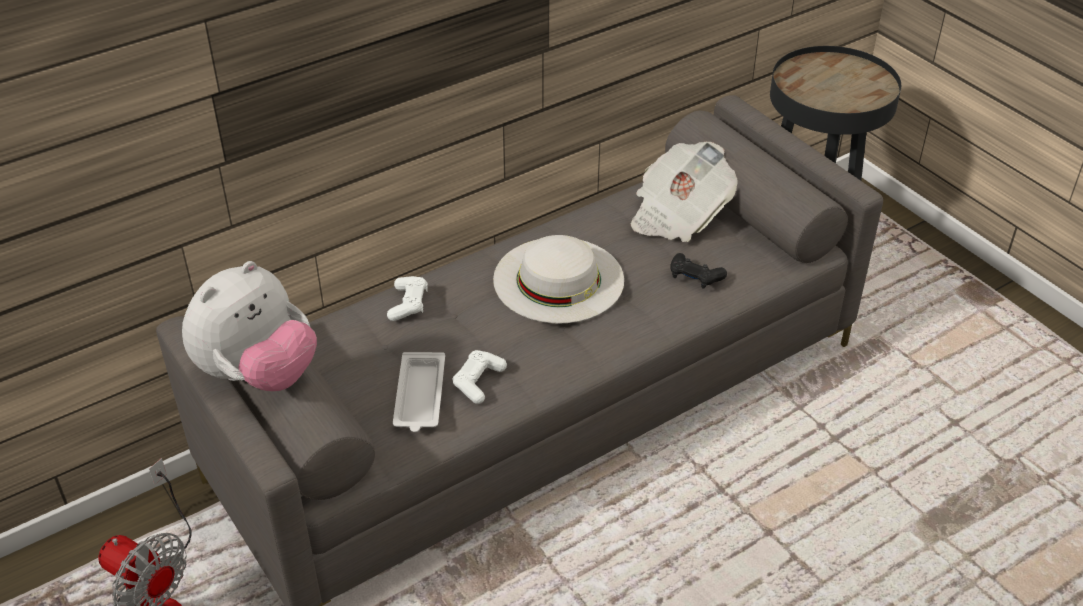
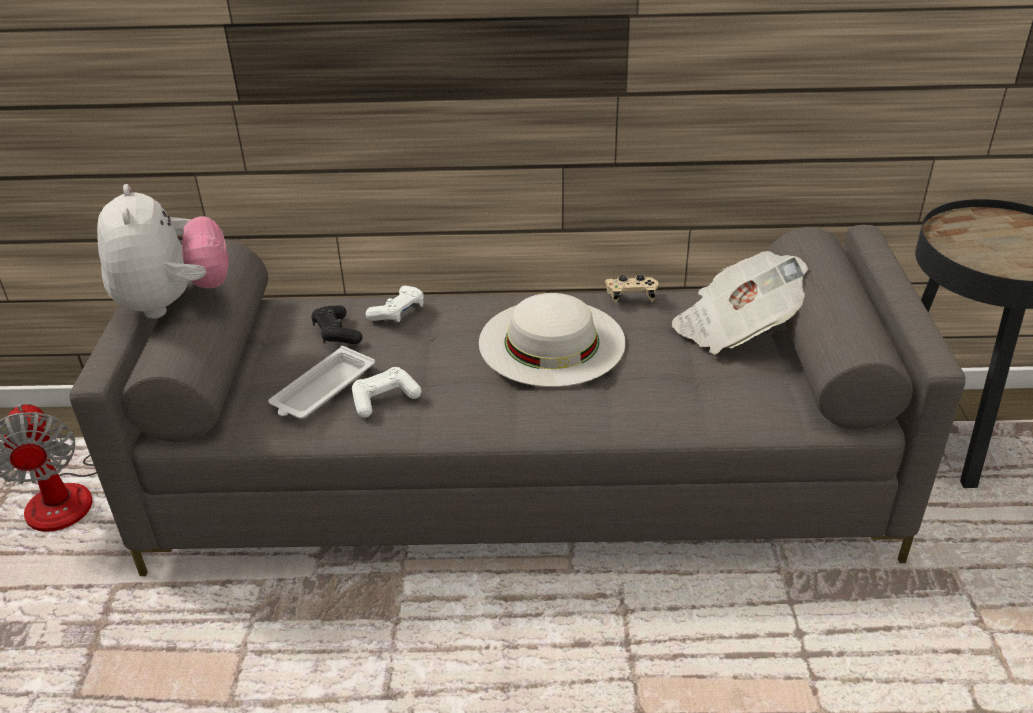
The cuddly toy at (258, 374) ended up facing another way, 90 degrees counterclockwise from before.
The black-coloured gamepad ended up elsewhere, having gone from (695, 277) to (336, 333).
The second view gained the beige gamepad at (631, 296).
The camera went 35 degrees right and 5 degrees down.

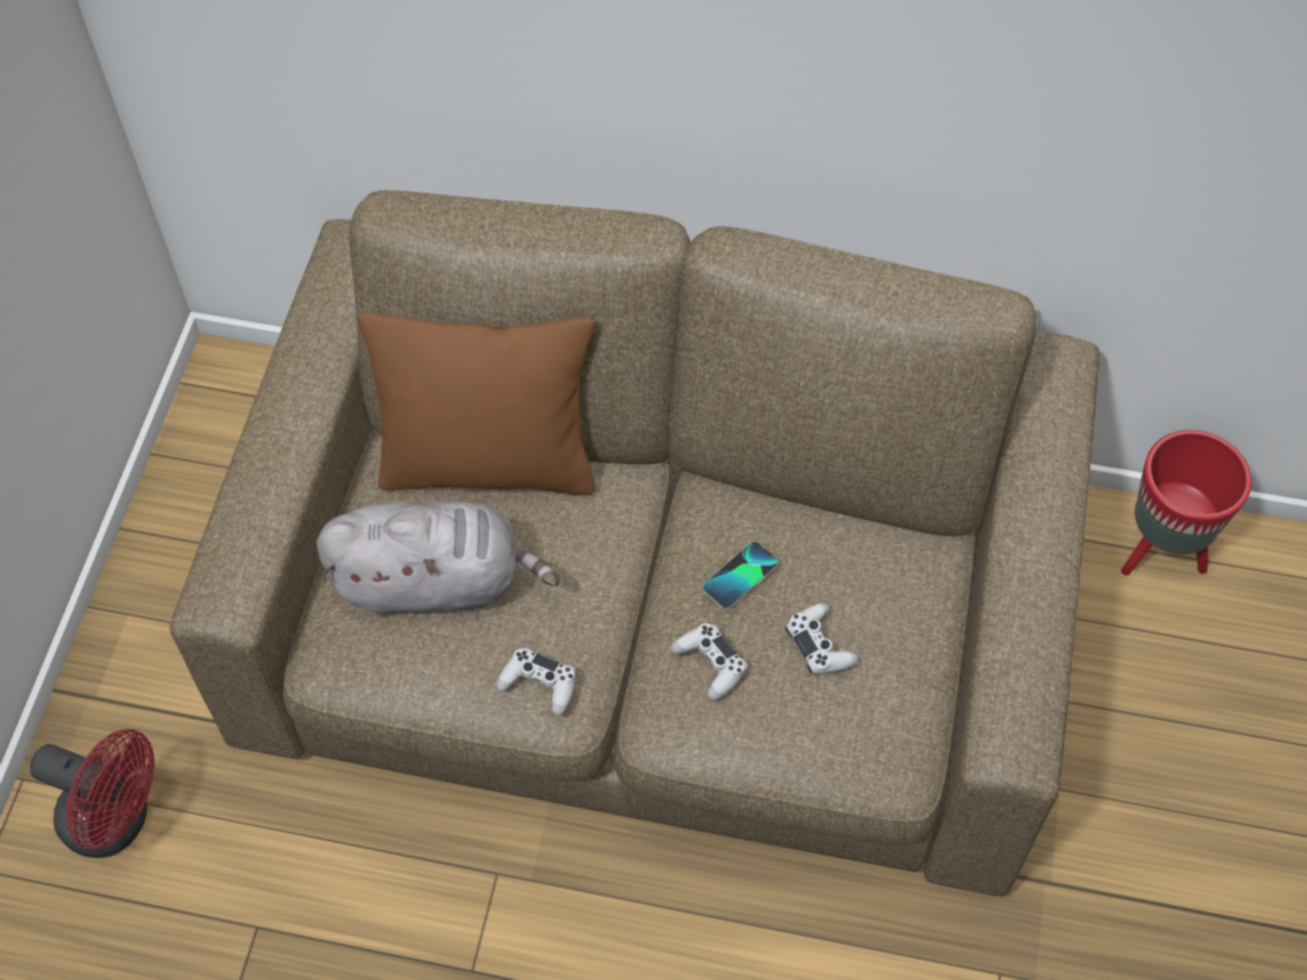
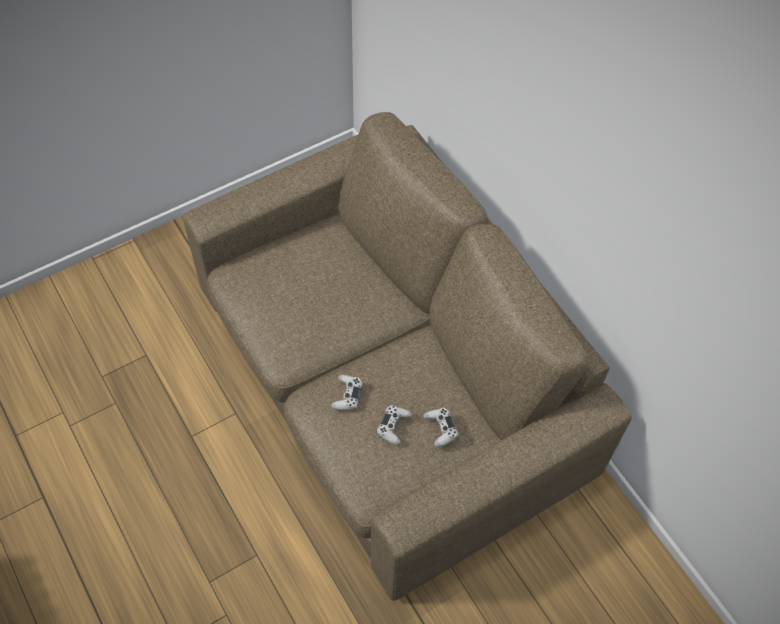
The second view lost the reddish electric fan at (118, 821).
The second view lost the gray cuddly toy at (436, 581).
The second view lost the brown throw pillow at (489, 464).
The white-coloured gamepad ended up elsewhere, having gone from (539, 685) to (440, 428).
The second view lost the telephone at (740, 576).
The second view lost the reddish planter at (1160, 551).
The camera went 45 degrees right and 0 degrees up.

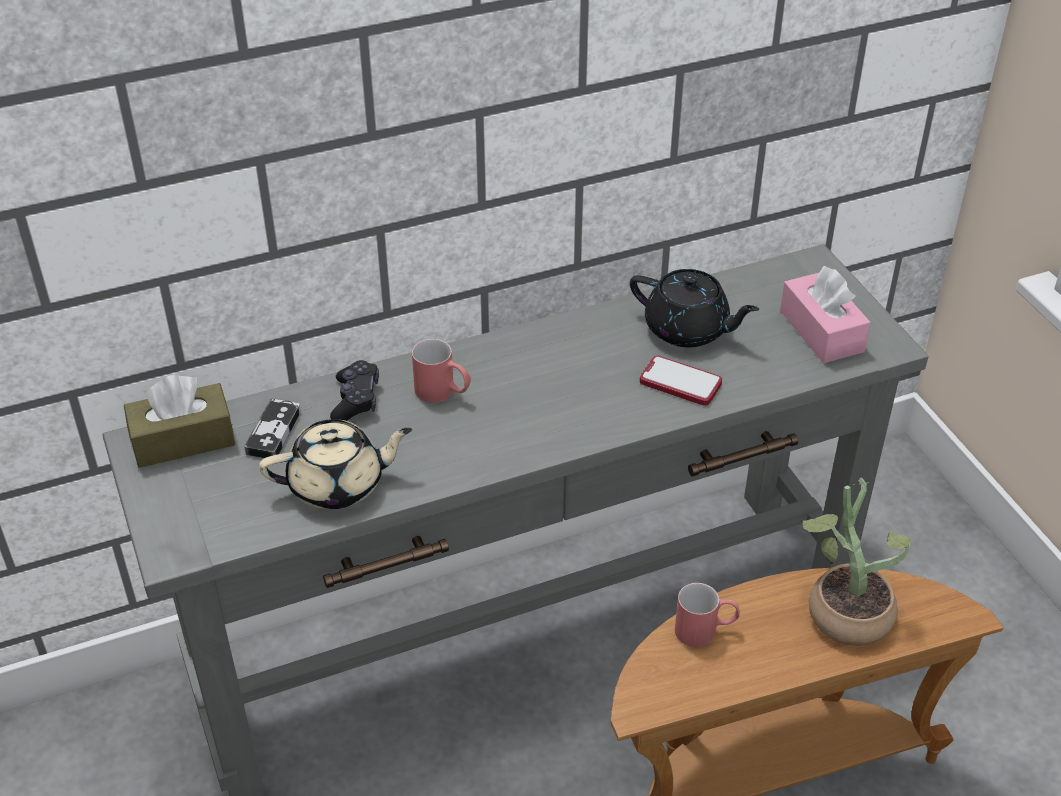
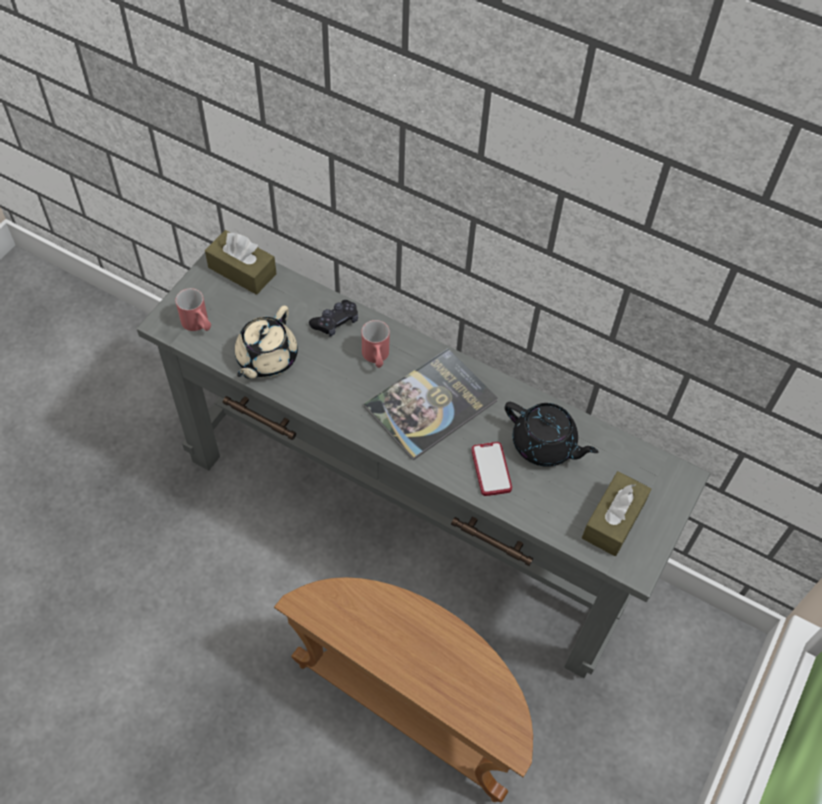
The second view lost the gamepad at (273, 432).
The beige teapot at (338, 485) ended up facing another way, 75 degrees clockwise from before.
The black-coloured teapot at (688, 329) ended up facing another way, 45 degrees counterclockwise from before.
The reddish mug ended up elsewhere, having gone from (705, 631) to (198, 325).
What was the pinkish tissue box at (821, 331) turned into the brown tissue box at (613, 520).
The second view lost the potted plant at (843, 608).
The second view gained the volume at (431, 404).
The camera went 50 degrees right and 15 degrees up.

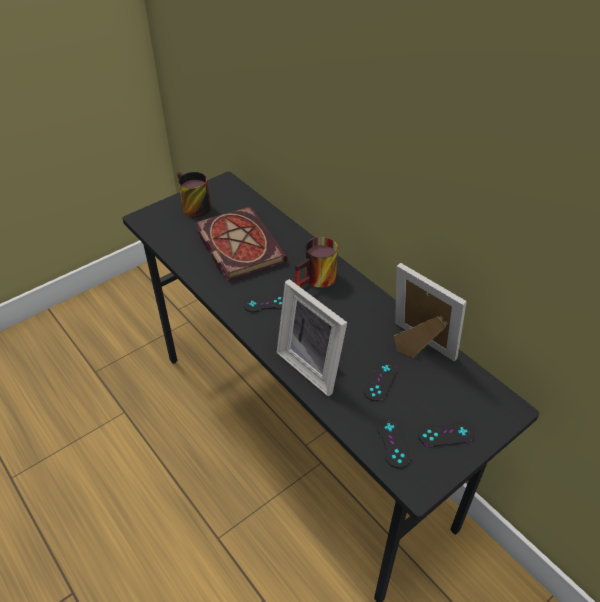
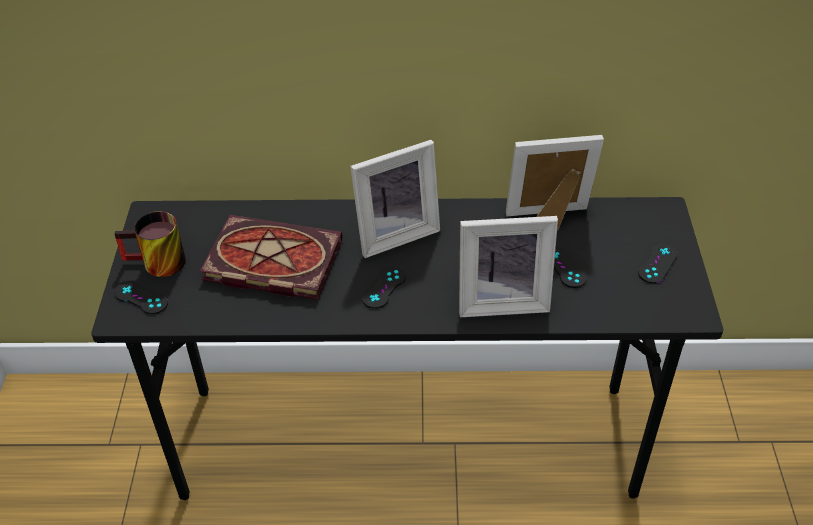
Where the mug stood at (318, 281), the picture frame came to stand at (394, 233).
The black-coloured gamepad ended up elsewhere, having gone from (393, 442) to (141, 298).
The camera went 50 degrees left and 0 degrees up.

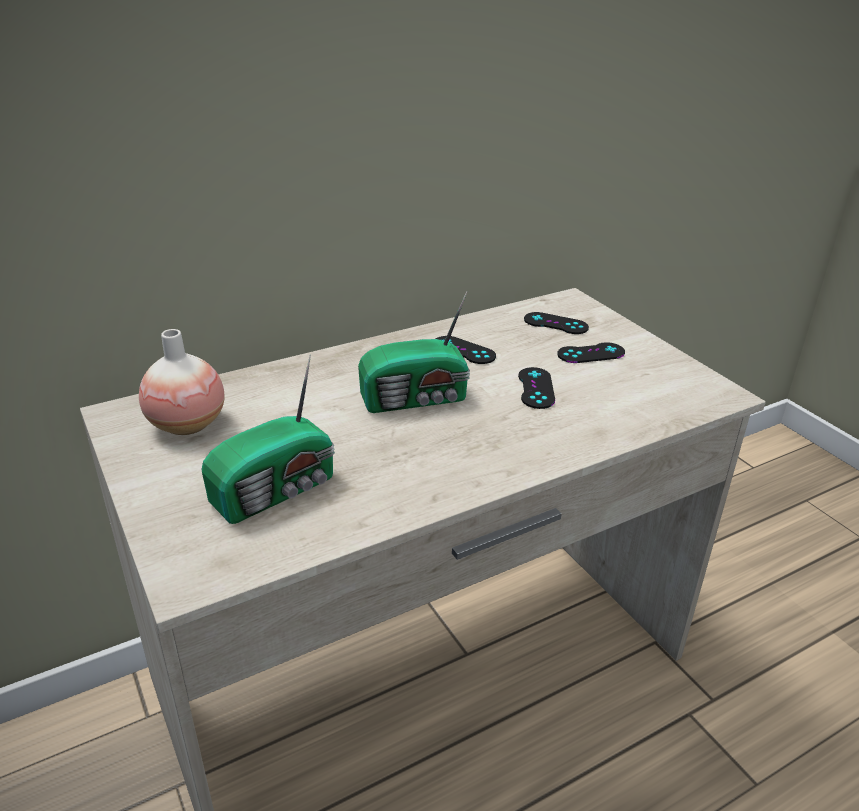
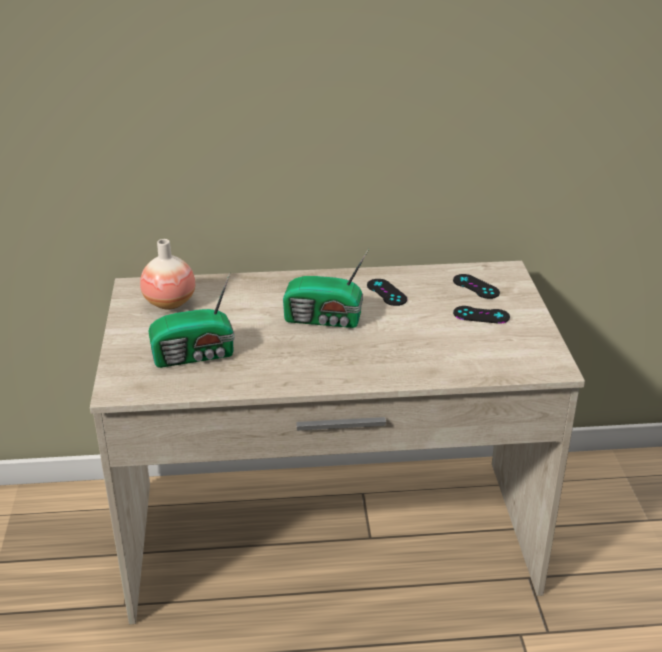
The second view lost the black-coloured gamepad at (536, 388).
The camera went 25 degrees right and 0 degrees up.

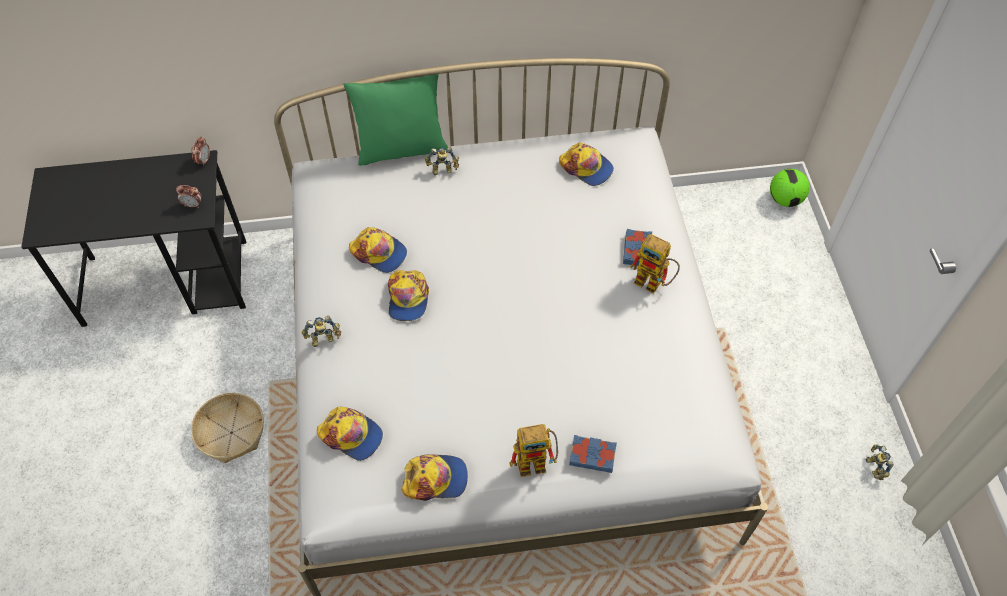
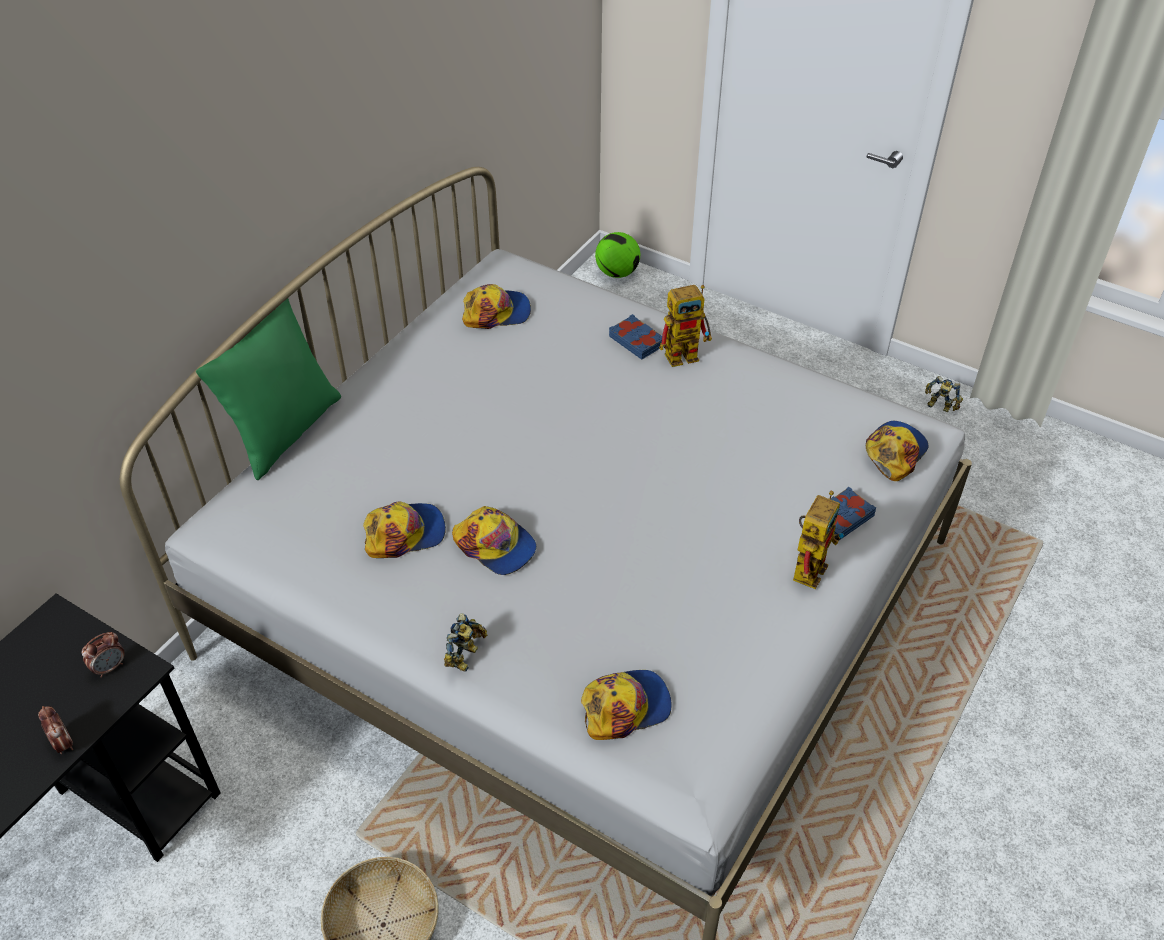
The table clock ended up elsewhere, having gone from (204, 160) to (63, 743).
The baseball cap ended up elsewhere, having gone from (435, 479) to (894, 452).
The second view lost the model robot at (443, 170).
The camera went 50 degrees left and 10 degrees down.

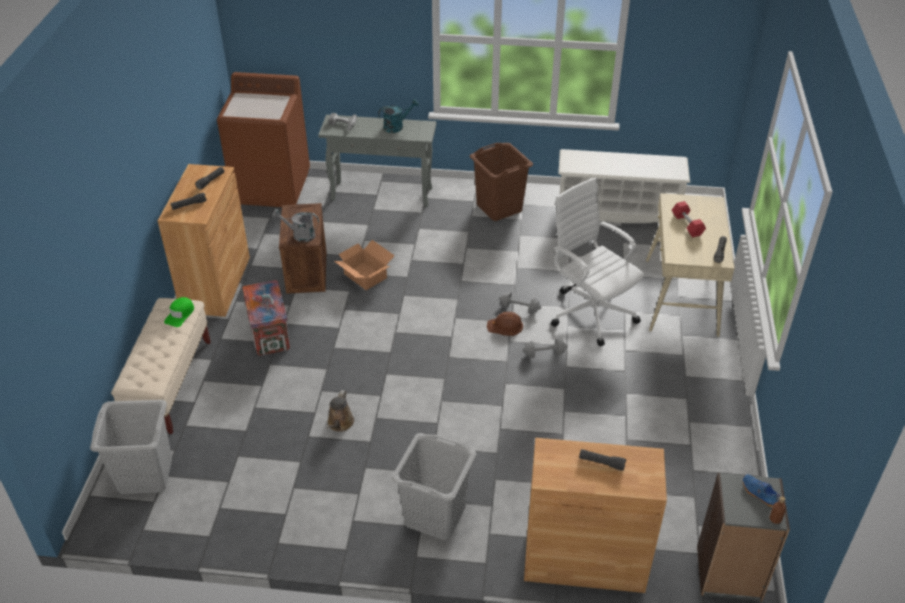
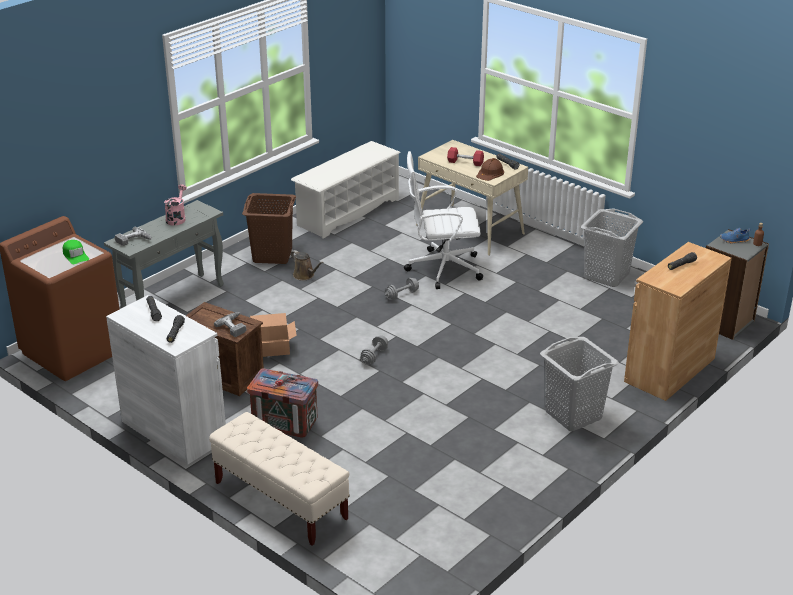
The gray laundry basket ended up elsewhere, having gone from (145, 474) to (606, 275).
What was the brown storage cabinet at (216, 284) turned into the white-coloured storage cabinet at (174, 430).
The green baseball cap ended up elsewhere, having gone from (180, 315) to (75, 255).
Where the gray watering can stood at (299, 235), the power drill came to stand at (235, 326).
The brown watering can ended up elsewhere, having gone from (340, 424) to (305, 275).
What was the turquoise-coloured watering can at (397, 126) turned into the pinkish watering can at (177, 218).
The brown safety helmet ended up elsewhere, having gone from (505, 326) to (490, 173).
The gray hand weight ended up elsewhere, having gone from (544, 354) to (374, 356).
The camera went 55 degrees left and 10 degrees down.

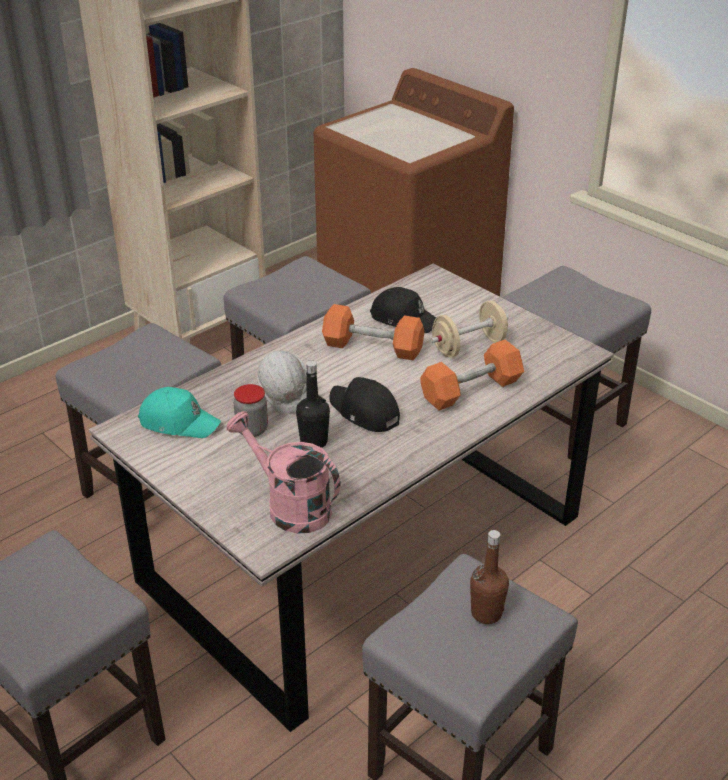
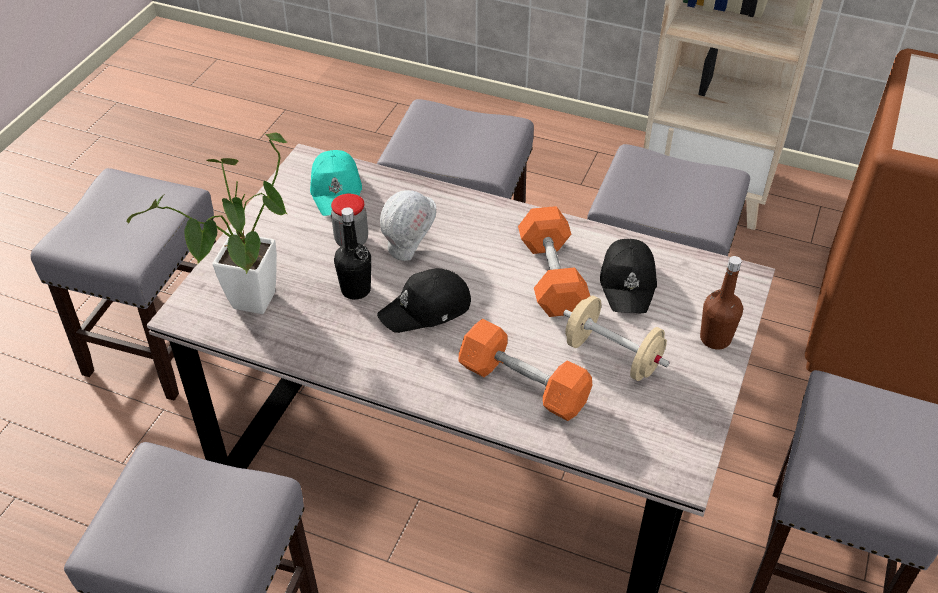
Where the pinkish watering can stood at (290, 506), the potted plant came to stand at (249, 308).
The black-coloured baseball cap at (364, 412) ended up facing another way, 135 degrees counterclockwise from before.
The brown bottle ended up elsewhere, having gone from (486, 613) to (715, 338).
The camera went 65 degrees right and 10 degrees up.

